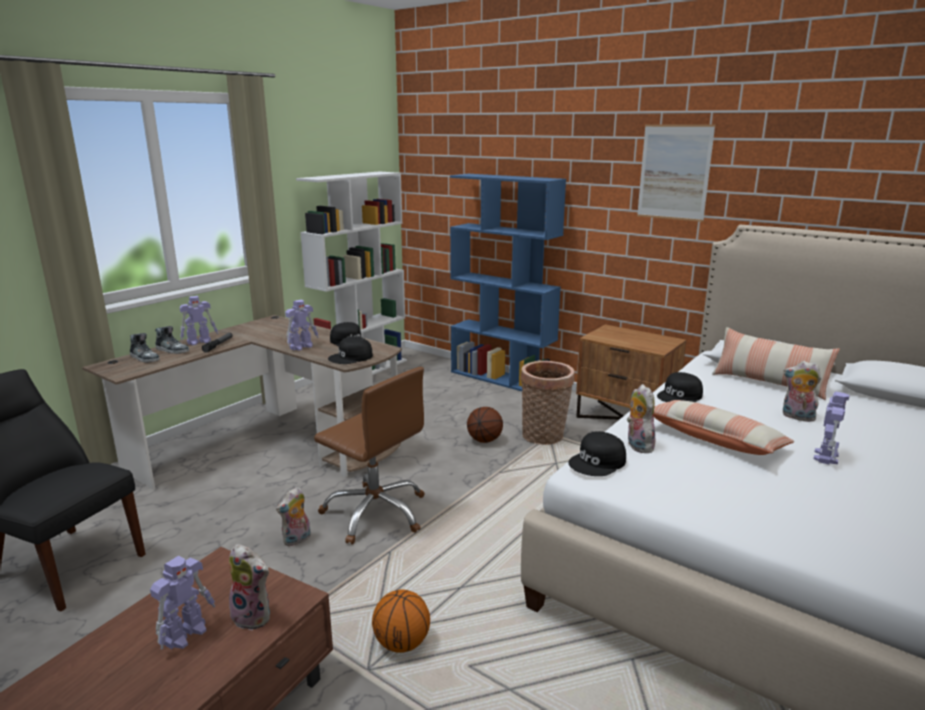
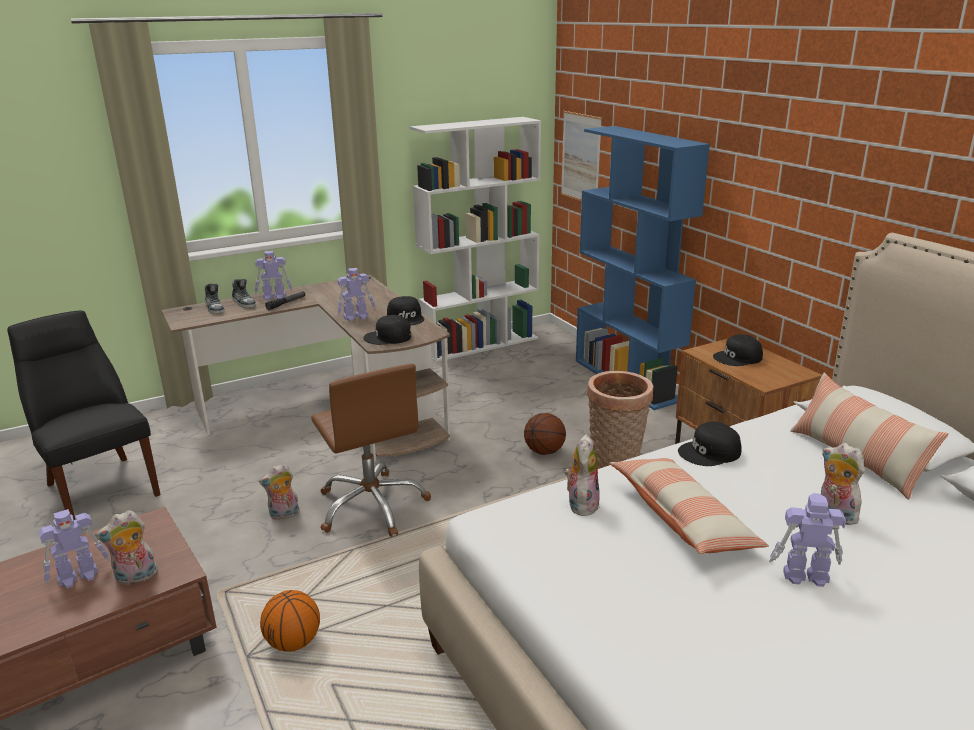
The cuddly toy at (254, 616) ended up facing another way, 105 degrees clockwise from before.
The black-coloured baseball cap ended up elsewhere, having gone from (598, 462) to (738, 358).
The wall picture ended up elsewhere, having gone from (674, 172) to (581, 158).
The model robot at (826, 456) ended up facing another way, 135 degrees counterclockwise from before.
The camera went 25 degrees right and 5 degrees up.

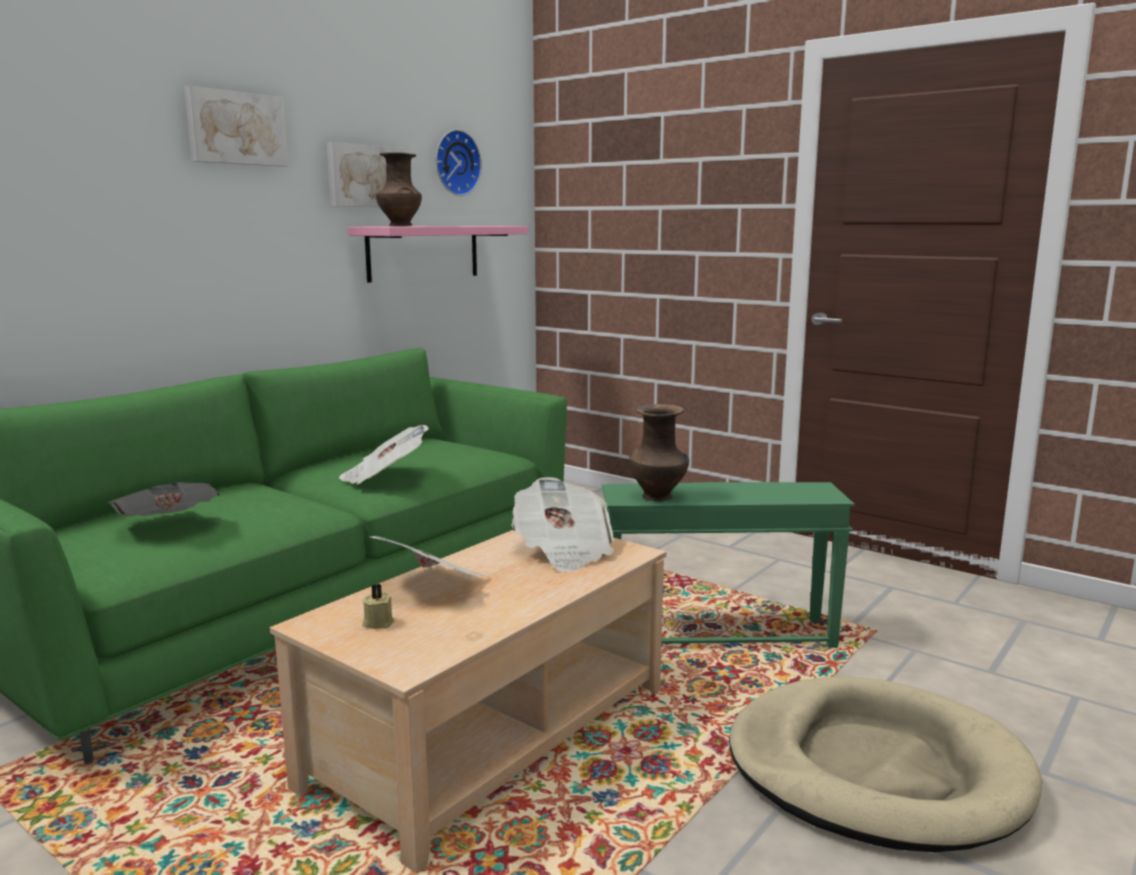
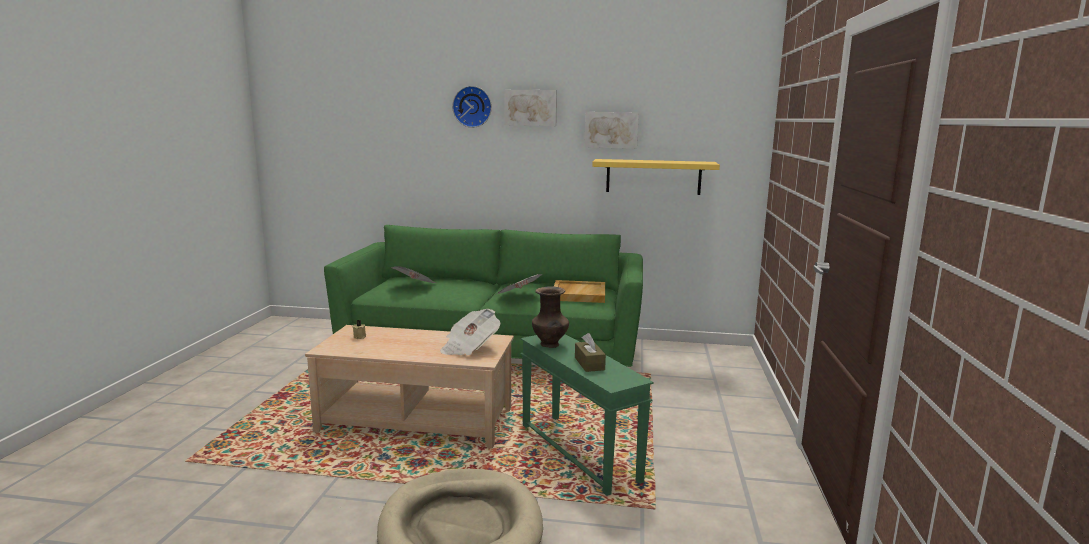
What was the pinkish bracket shelf at (423, 252) turned into the yellowish bracket shelf at (653, 176).
The second view lost the daily paper at (432, 587).
The second view lost the brown flower vase at (399, 226).
The wall clock ended up elsewhere, having gone from (455, 163) to (472, 107).
The second view gained the beige carrying tray at (578, 294).
The second view gained the brown tissue box at (589, 363).
The camera went 60 degrees right and 0 degrees up.

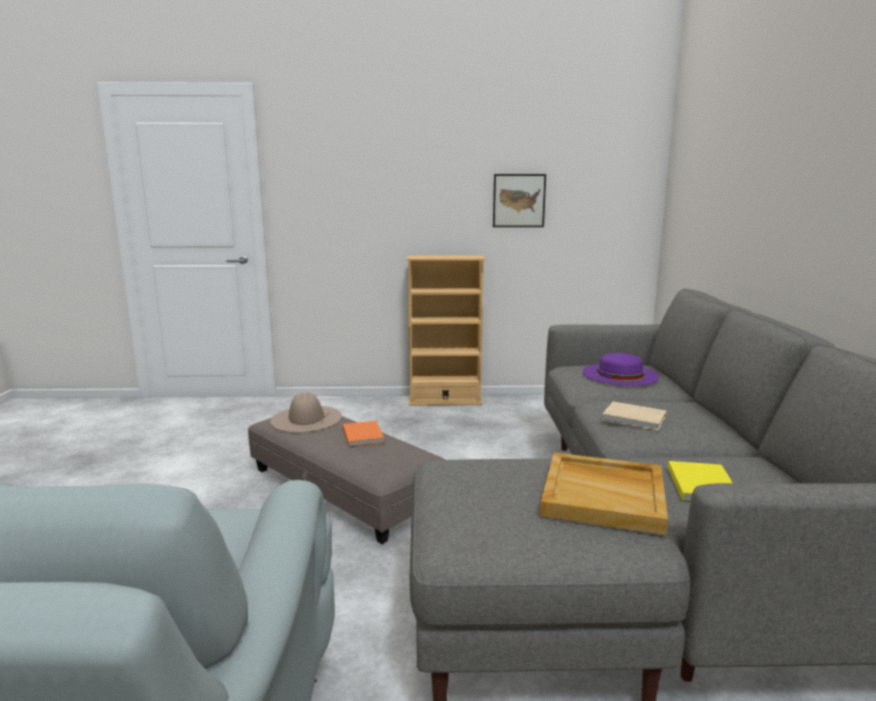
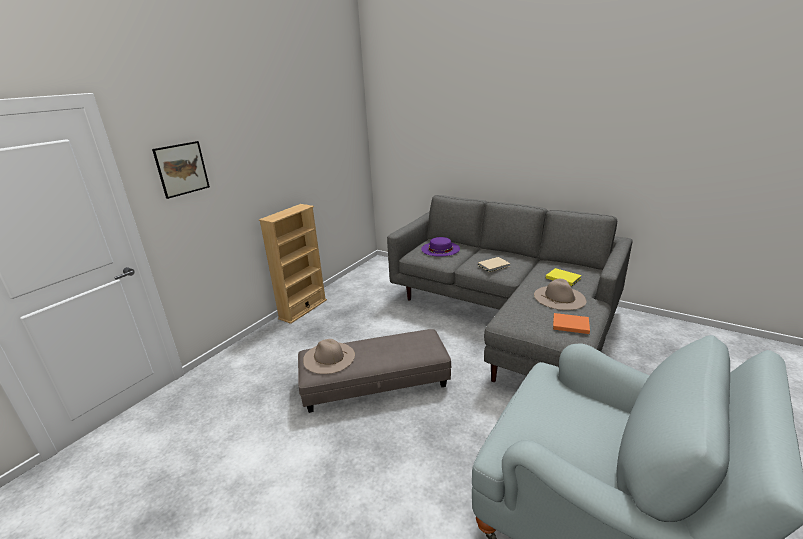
The orange volume ended up elsewhere, having gone from (363, 435) to (569, 324).
The wall picture ended up elsewhere, having gone from (519, 200) to (182, 169).
Where the beige carrying tray stood at (604, 496), the beige wearable hat came to stand at (559, 297).
The camera went 55 degrees left and 10 degrees up.

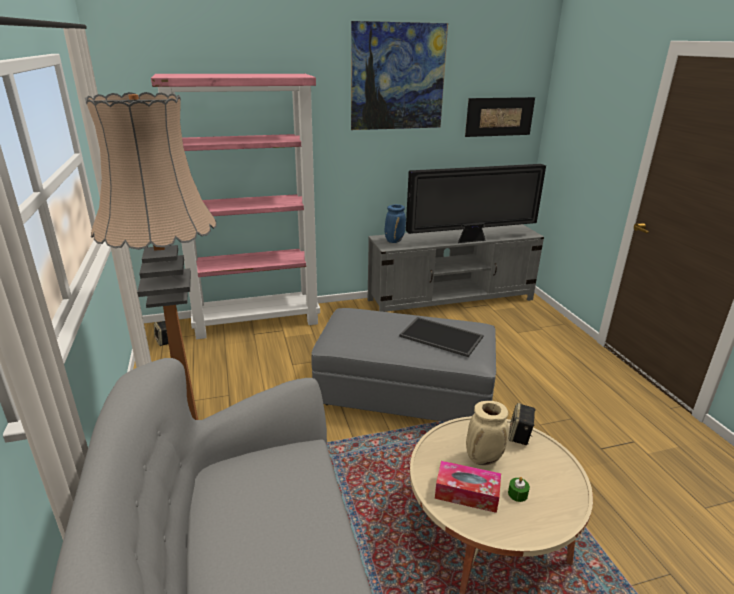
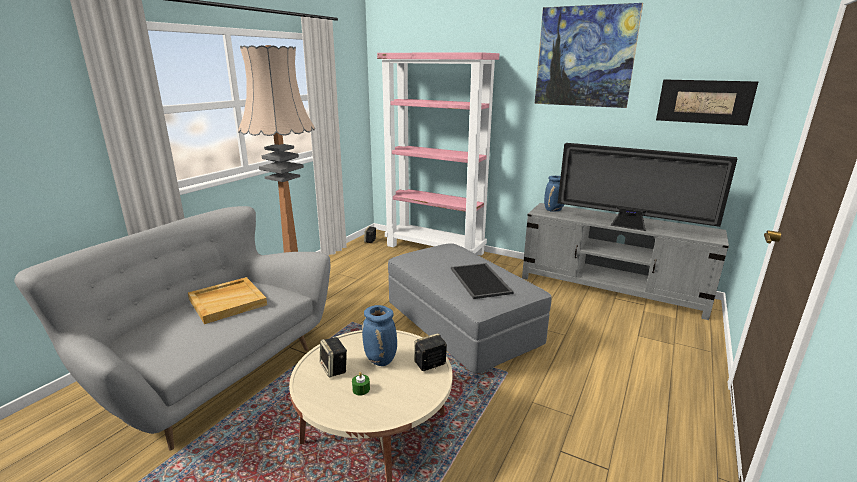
Where the tissue box stood at (467, 493), the audio speaker came to stand at (334, 368).
What was the beige flower vase at (483, 458) turned into the blue-coloured flower vase at (381, 361).
The second view gained the beige carrying tray at (228, 302).
The camera went 45 degrees right and 5 degrees down.

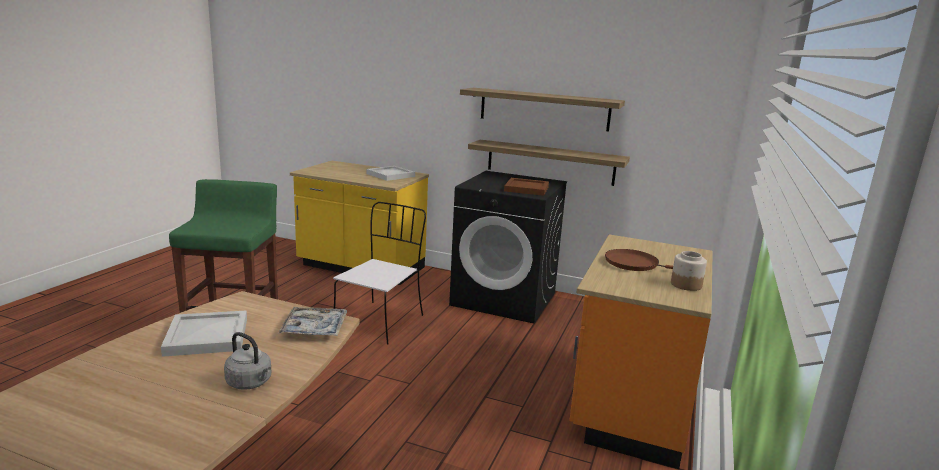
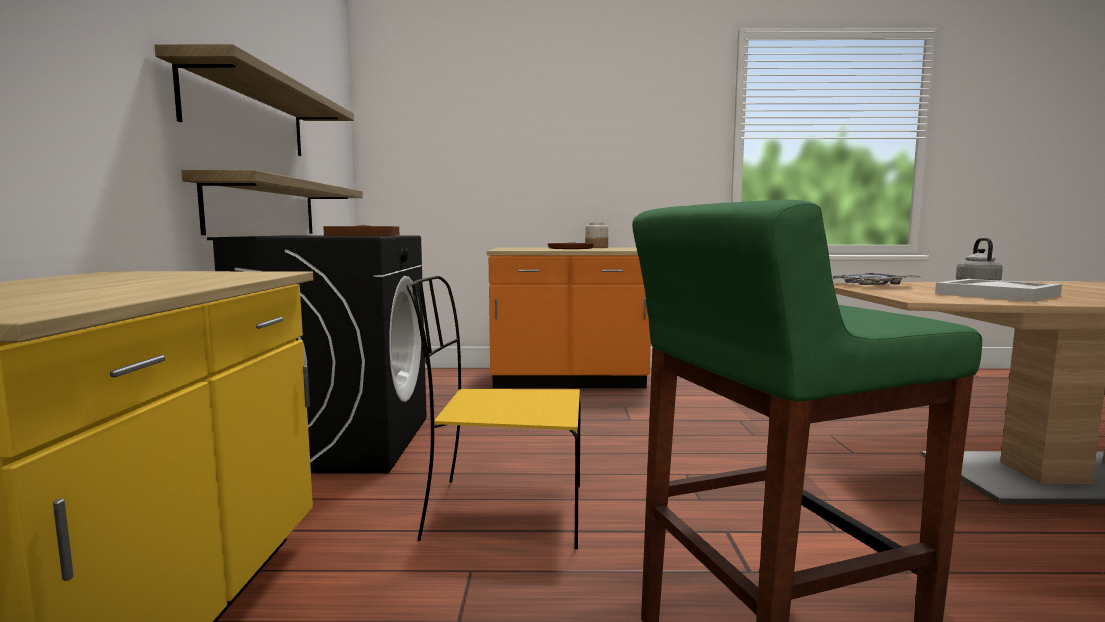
What was the white-coloured upright chair at (380, 321) turned into the yellowish upright chair at (501, 512).
The second view lost the white-coloured carrying tray at (390, 175).
The camera went 110 degrees left and 10 degrees down.

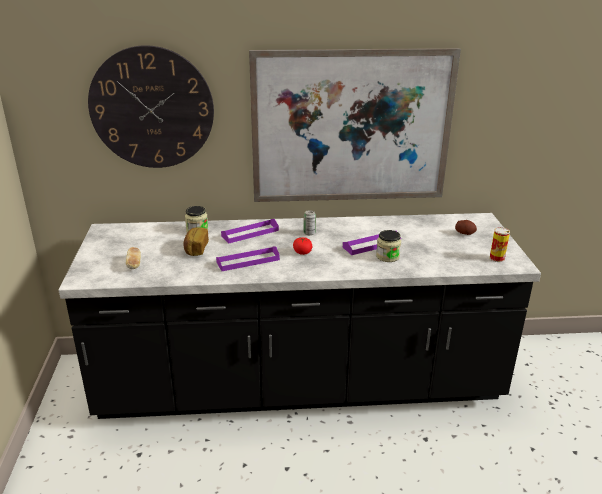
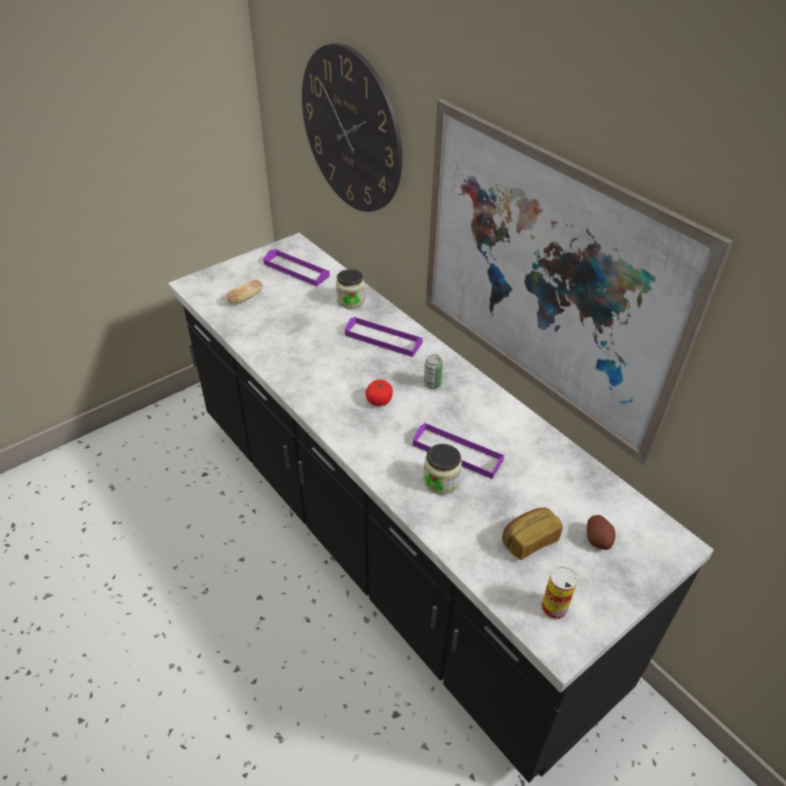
The bread ended up elsewhere, having gone from (195, 249) to (528, 540).
The purplish carrying tray ended up elsewhere, having gone from (248, 261) to (296, 270).
The camera went 55 degrees right and 15 degrees up.

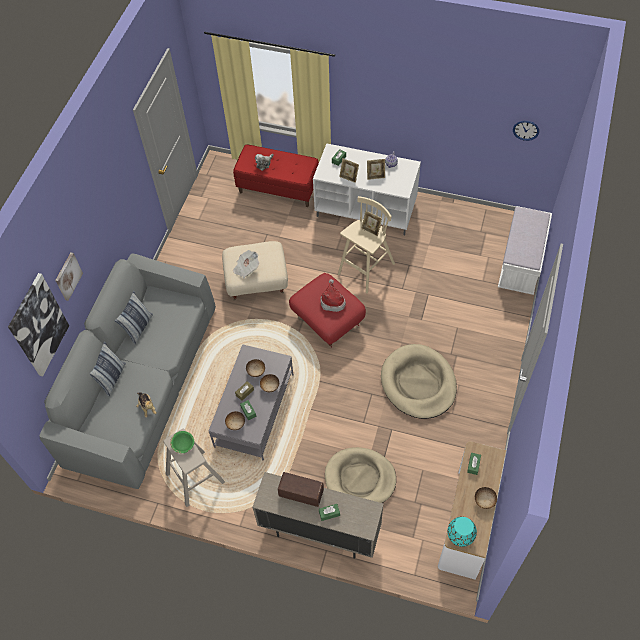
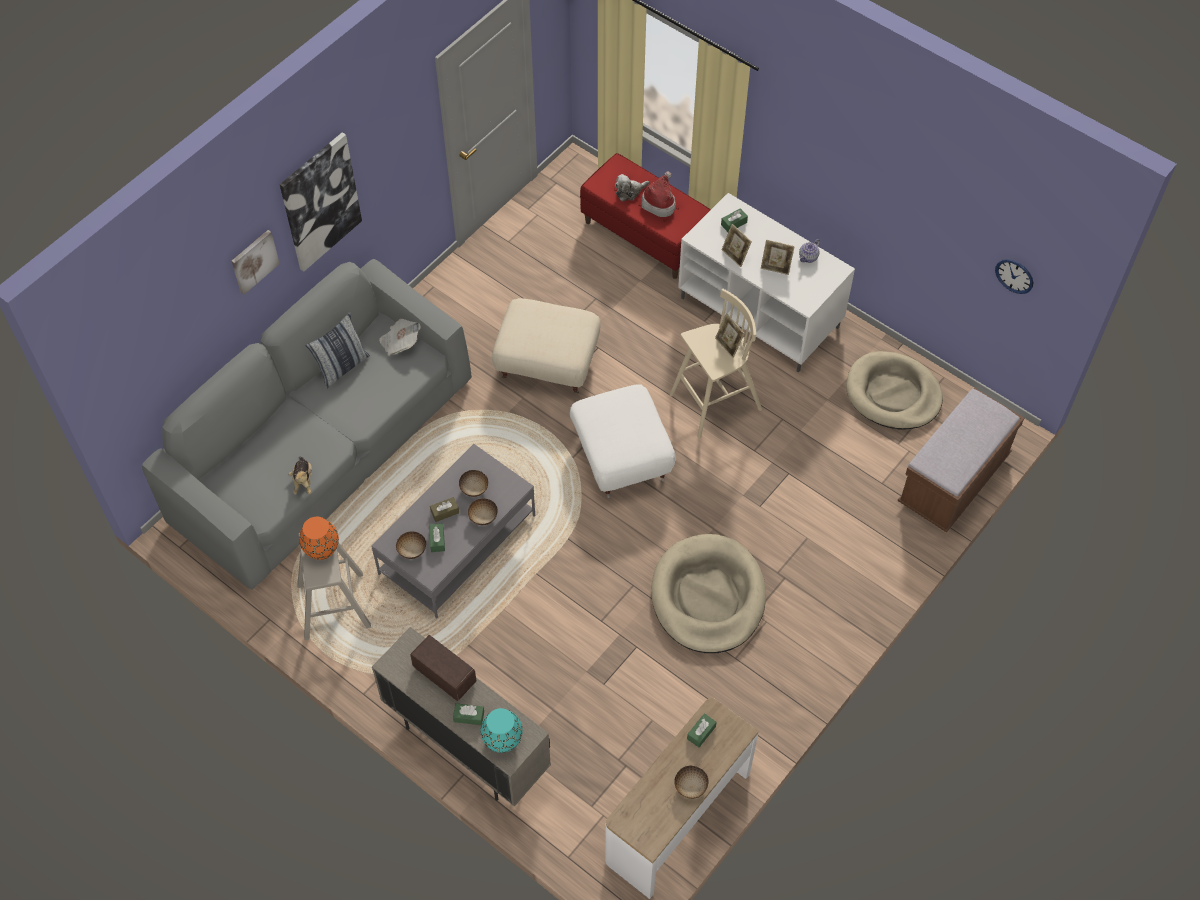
The wall picture ended up elsewhere, having gone from (38, 325) to (320, 202).
The second view lost the throw pillow at (112, 378).
Where the green bowl stood at (183, 444), the orange flower vase came to stand at (322, 549).
The daily paper ended up elsewhere, having gone from (246, 268) to (400, 342).
What was the reddish pouffe at (327, 321) turned into the white-coloured pouffe at (620, 457).
The wearable hat ended up elsewhere, having gone from (332, 301) to (659, 202).
The beige pet bed ended up elsewhere, having gone from (360, 479) to (893, 394).
The turquoise-coloured flower vase ended up elsewhere, having gone from (459, 536) to (502, 740).
What was the white-coloured bench at (520, 264) turned into the brown bench at (953, 480).
The camera went 20 degrees right and 0 degrees up.

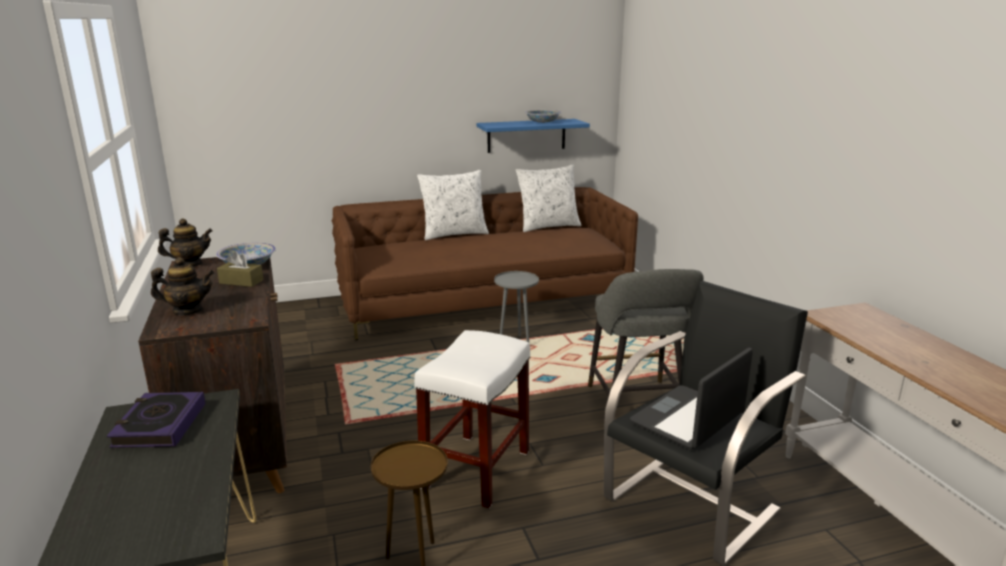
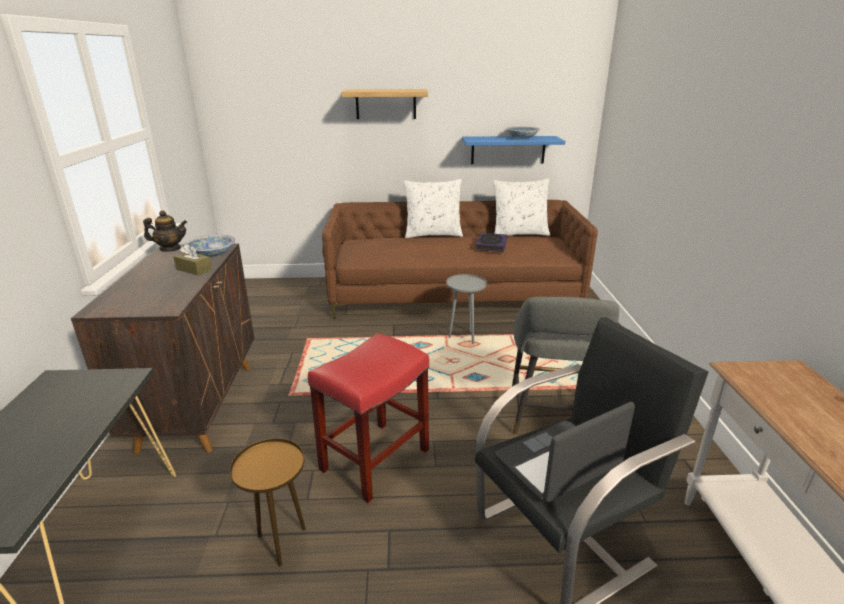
The volume ended up elsewhere, having gone from (159, 425) to (491, 245).
The second view lost the teapot at (188, 311).
What was the white-coloured stool at (476, 468) turned into the reddish stool at (375, 459).
The second view gained the bracket shelf at (386, 104).
The camera went 15 degrees right and 5 degrees up.

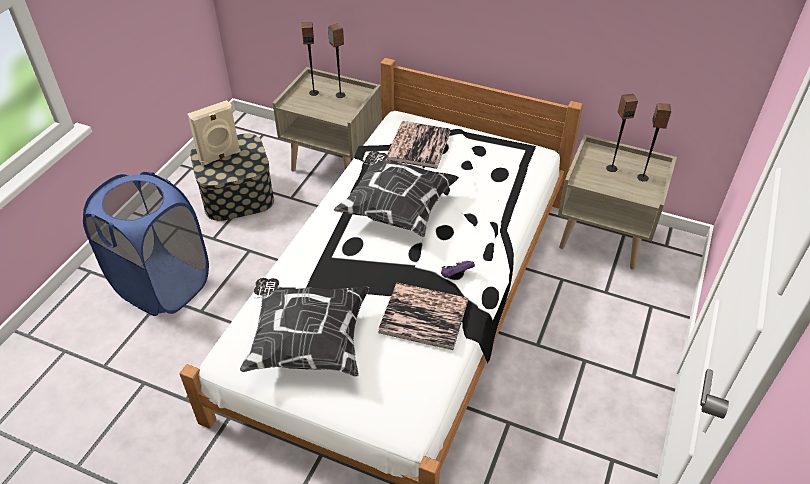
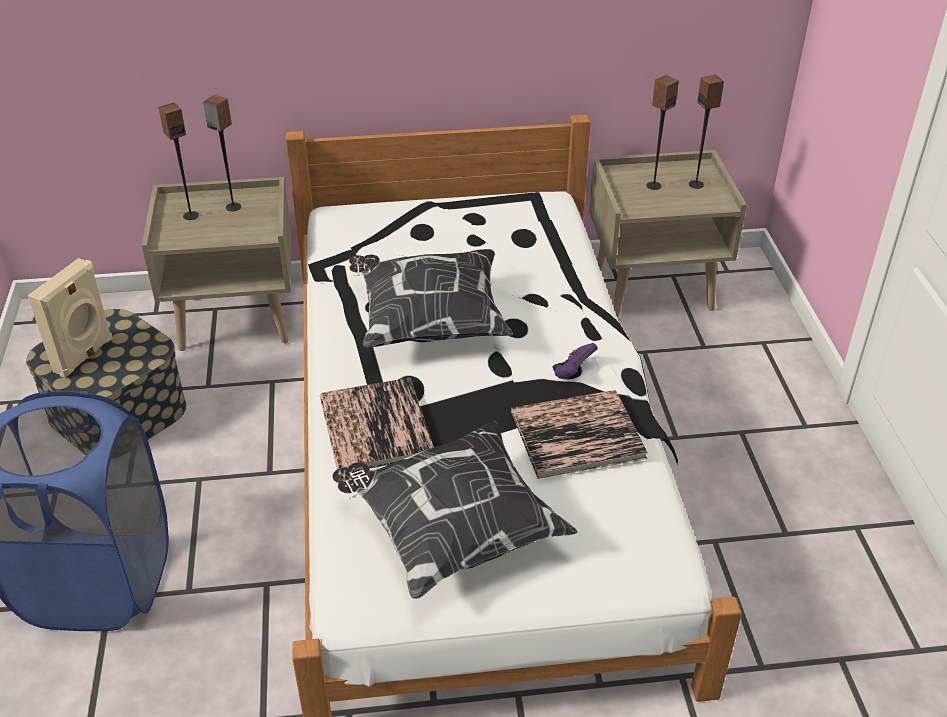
The volume ended up elsewhere, having gone from (418, 145) to (375, 426).
The camera went 30 degrees left and 5 degrees down.

